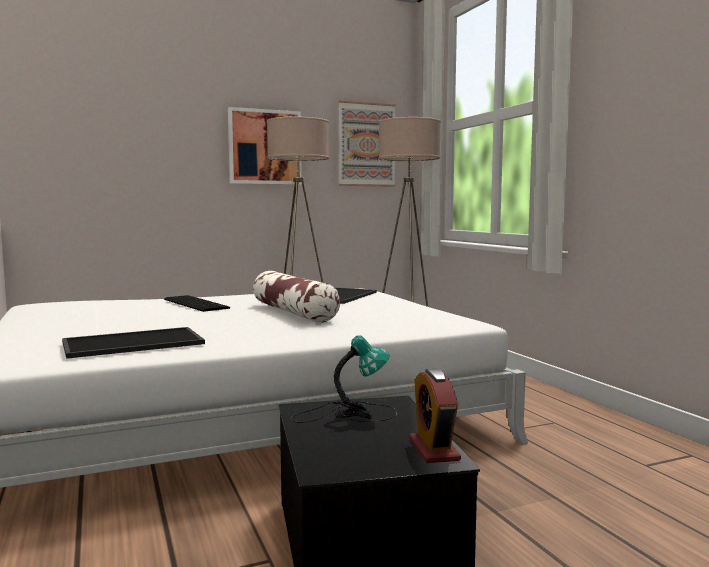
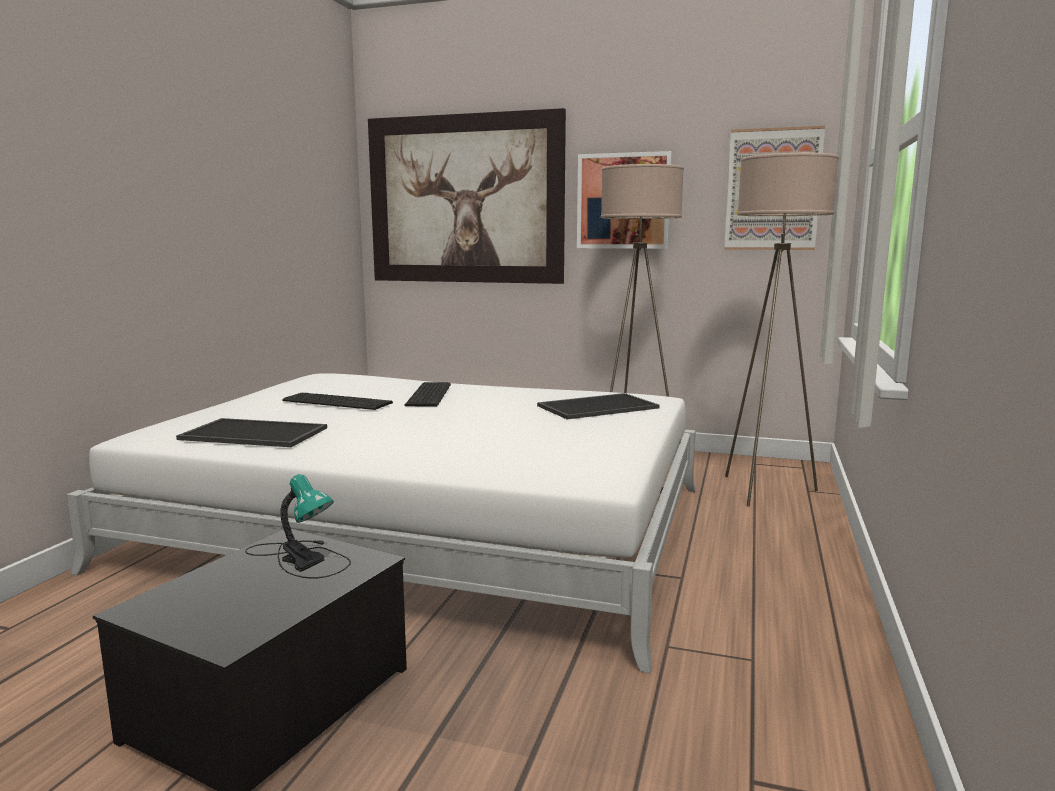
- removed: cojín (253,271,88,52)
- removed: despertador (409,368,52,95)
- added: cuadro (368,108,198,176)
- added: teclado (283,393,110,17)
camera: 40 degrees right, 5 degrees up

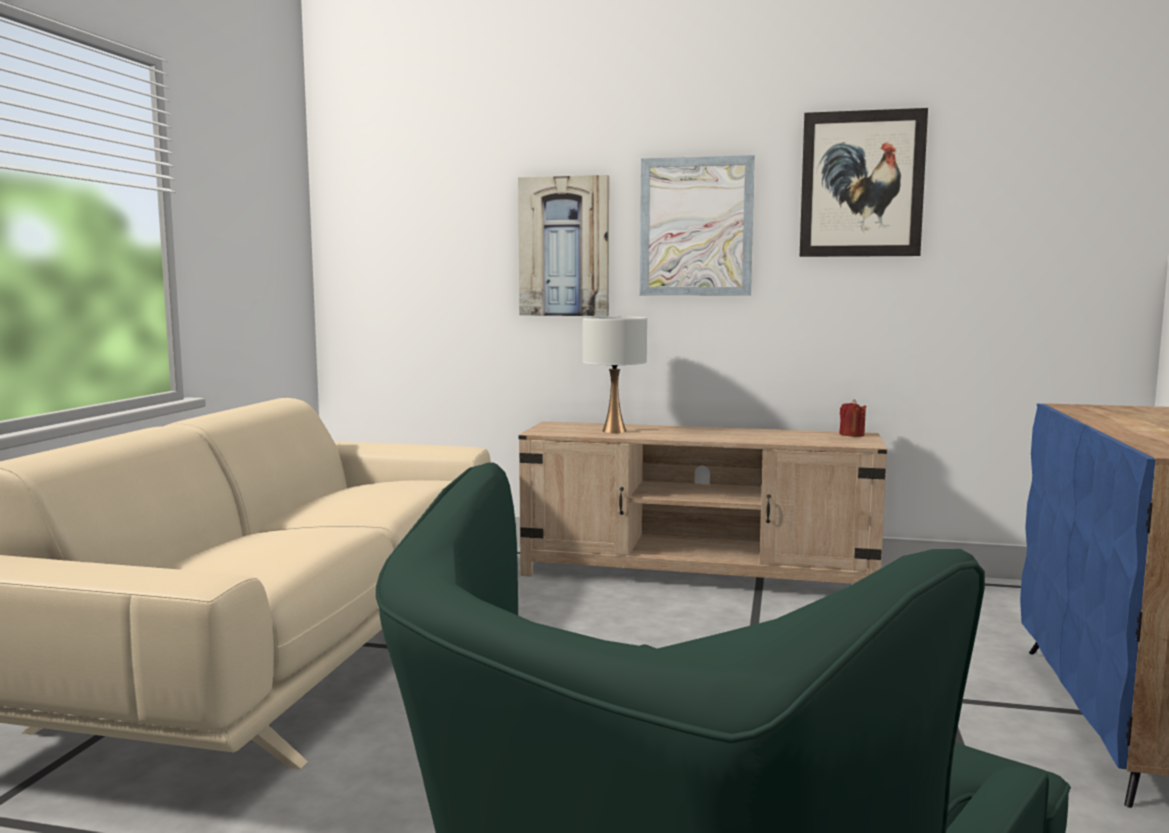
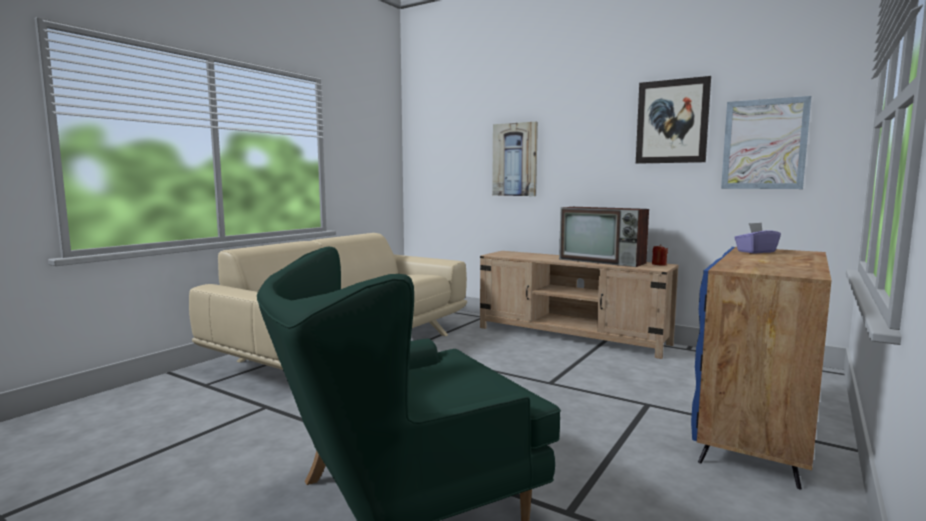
- moved: cuadro (640,155,115,141) to (721,96,90,93)
- removed: lámpara de mesa/blanco (583,316,64,117)
- added: televisor (559,207,90,60)
- added: caja de pañuelos/morado (734,223,47,30)
camera: 20 degrees right, 0 degrees up

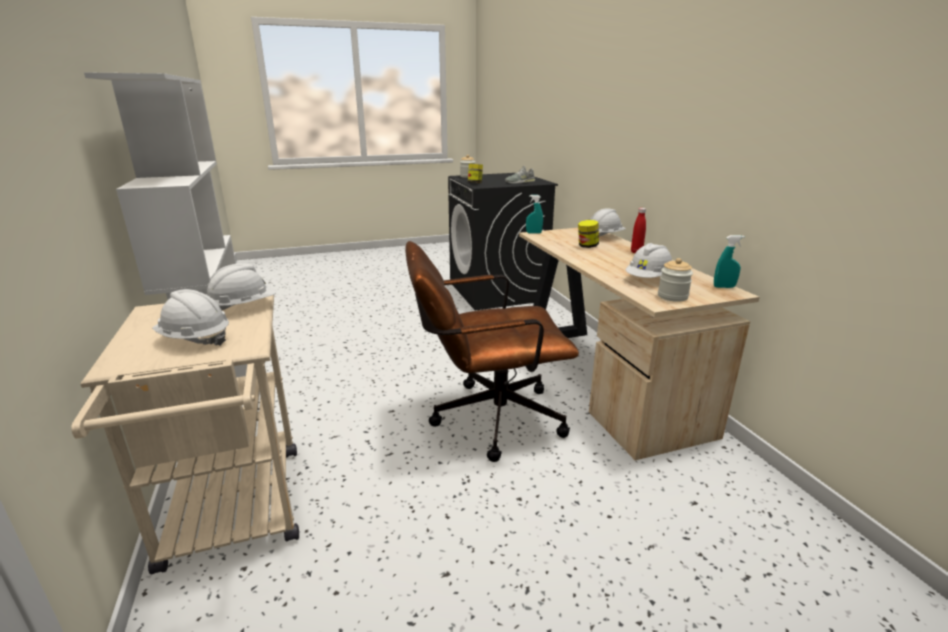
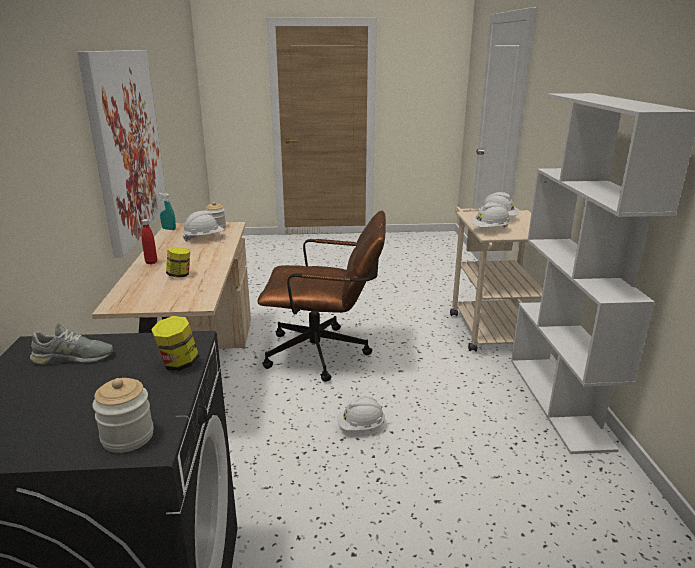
- removed: pulverizador/turquesa (526,195,17,39)
- moved: casco/blanco (591,208,35,28) to (338,396,47,34)
- added: cuadro (77,50,89,208)
camera: 165 degrees left, 0 degrees up

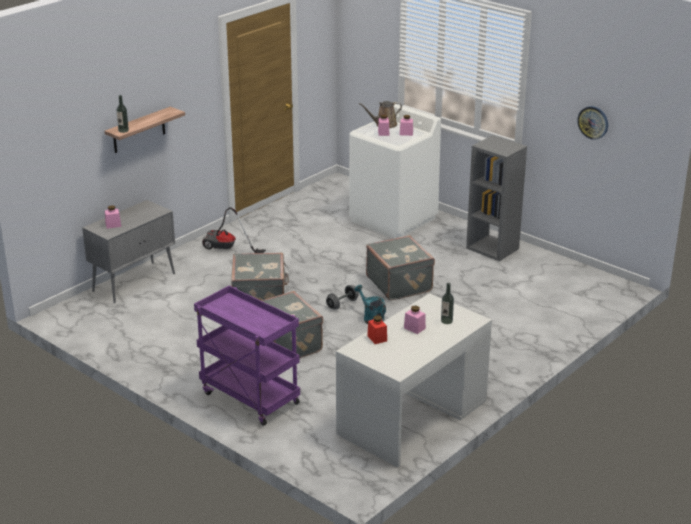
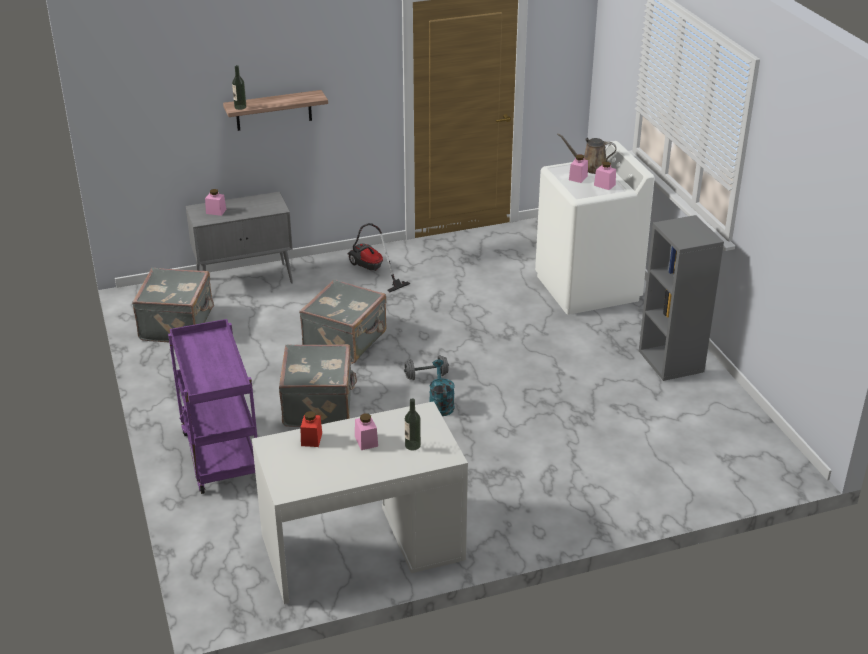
- removed: reloj de pared (577,106,31,34)
- moved: maleta/gris (366,235,69,65) to (132,268,82,74)
camera: 30 degrees right, 5 degrees up

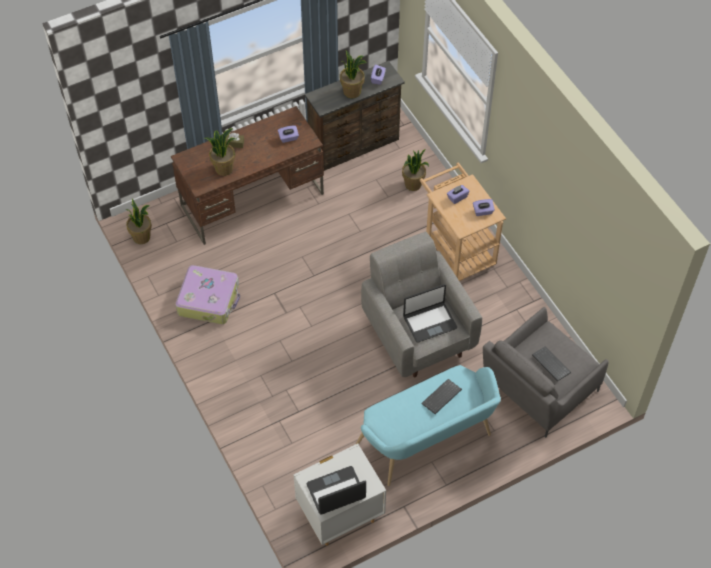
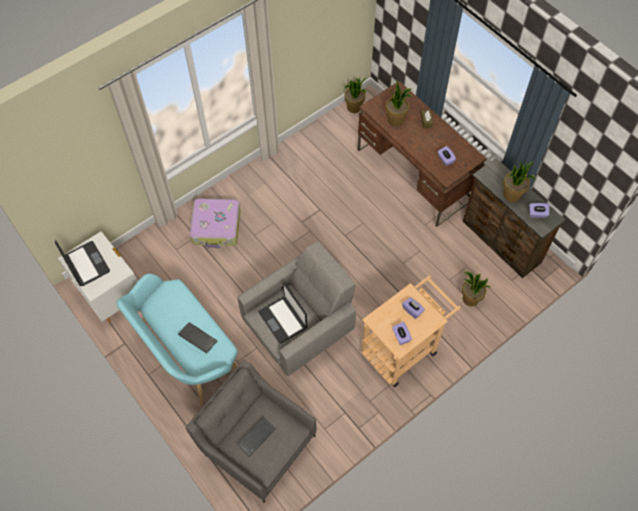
- moved: maleta (175,265,65,59) to (189,198,52,50)
camera: 80 degrees right, 5 degrees up

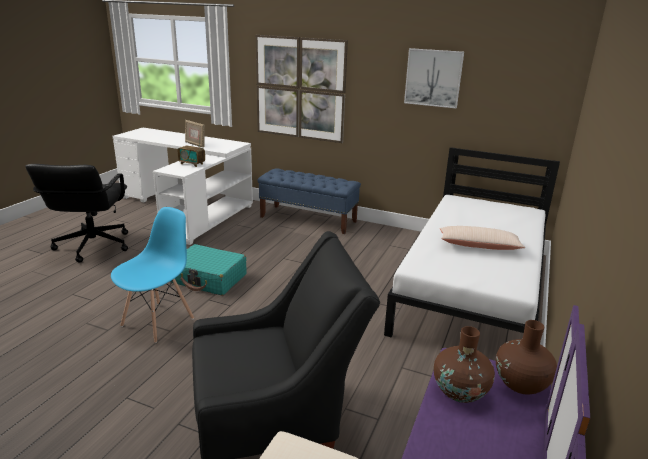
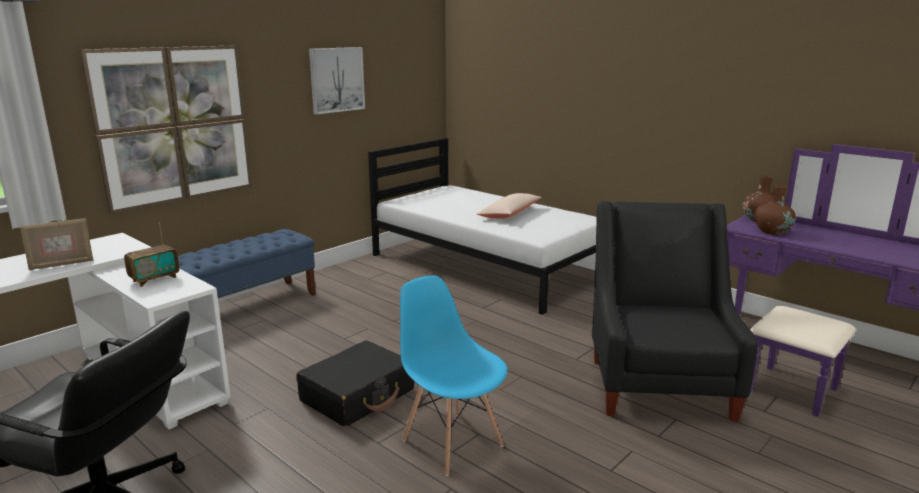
- recoloured: maleta/turquesa (170,244,77,51) to maleta/negro (296,340,118,87)
camera: 70 degrees left, 5 degrees down

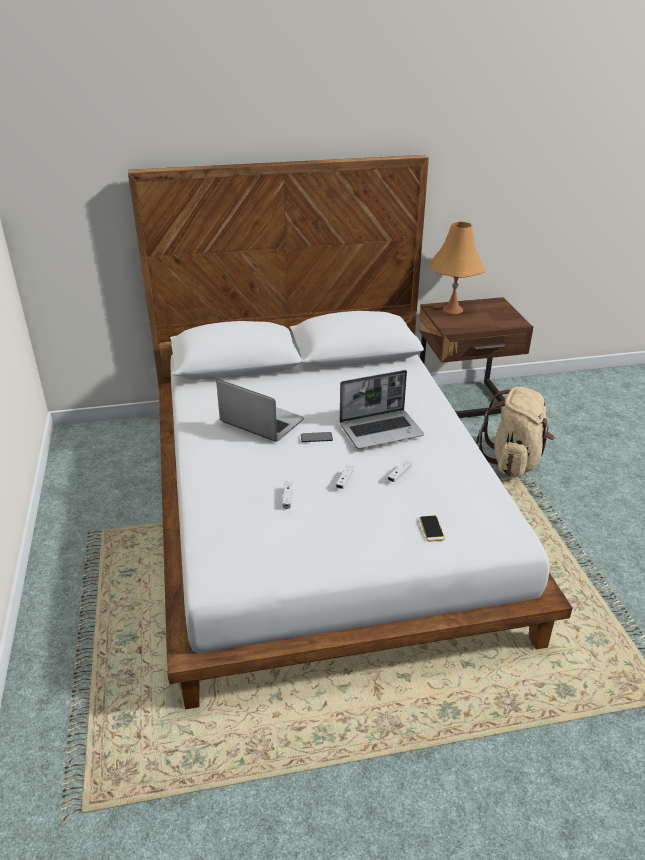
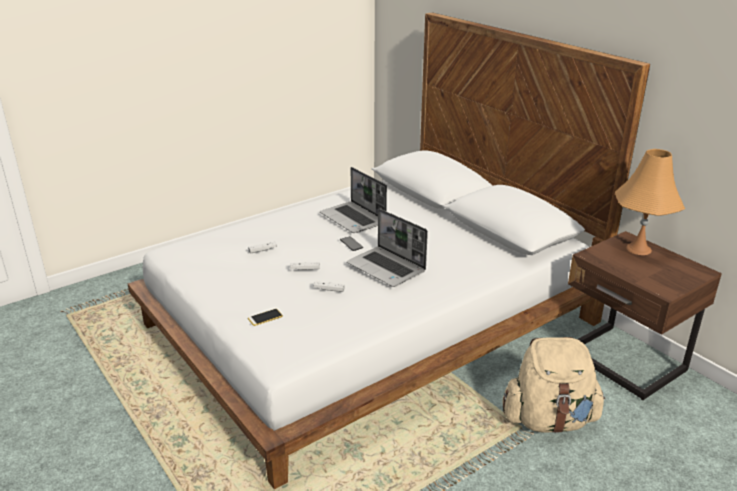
- turned: portátil (216,379,88,63) = (320,167,67,66) 135 degrees clockwise
camera: 65 degrees right, 5 degrees down

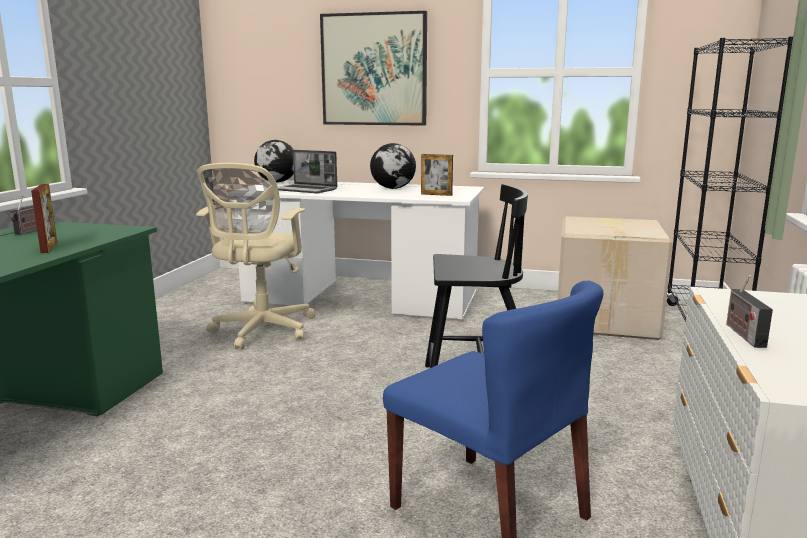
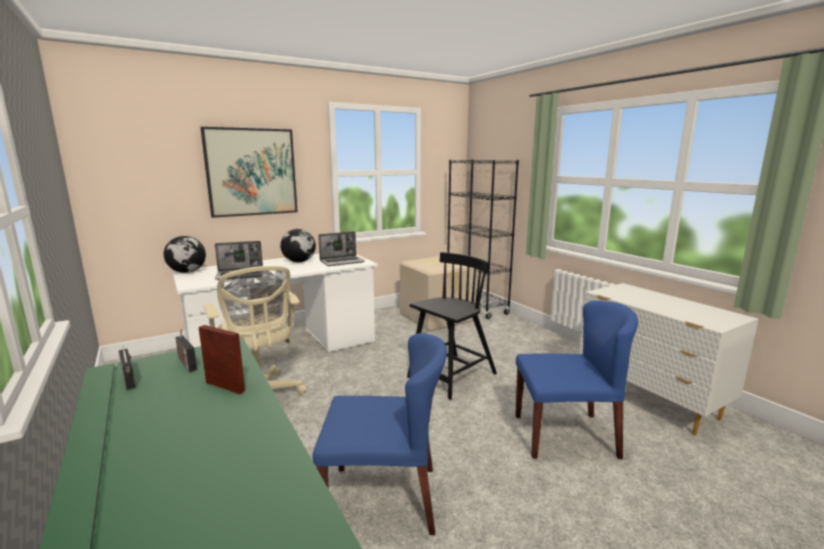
- replaced: portarretratos (421,154,32,42) to portátil (318,231,47,35)
- moved: radio (726,275,47,73) to (175,328,22,44)
- added: silla/azul (313,333,134,202)
camera: 45 degrees left, 0 degrees up

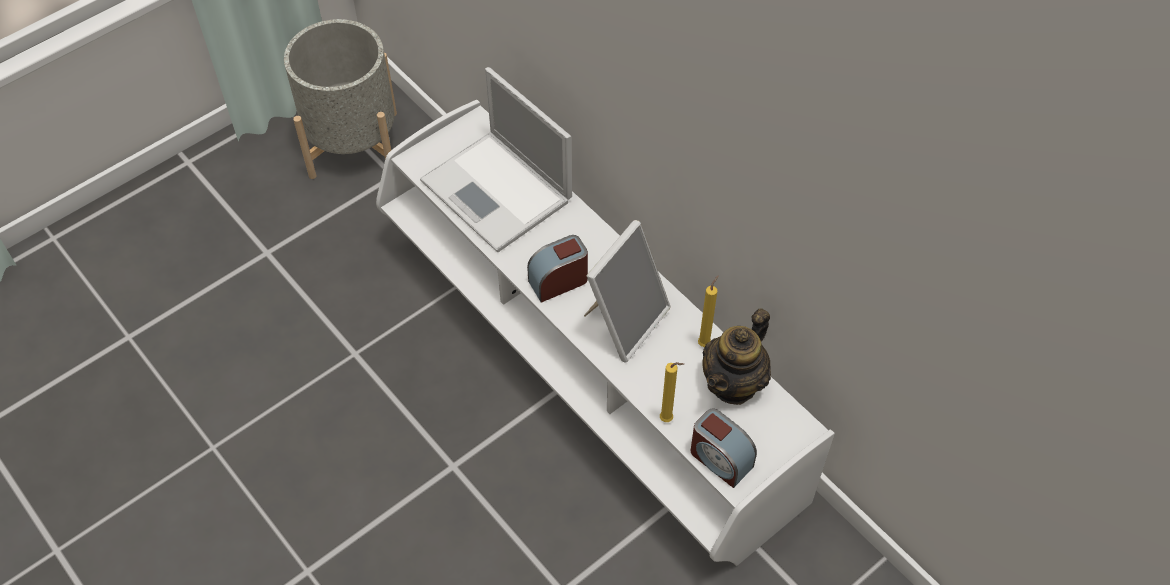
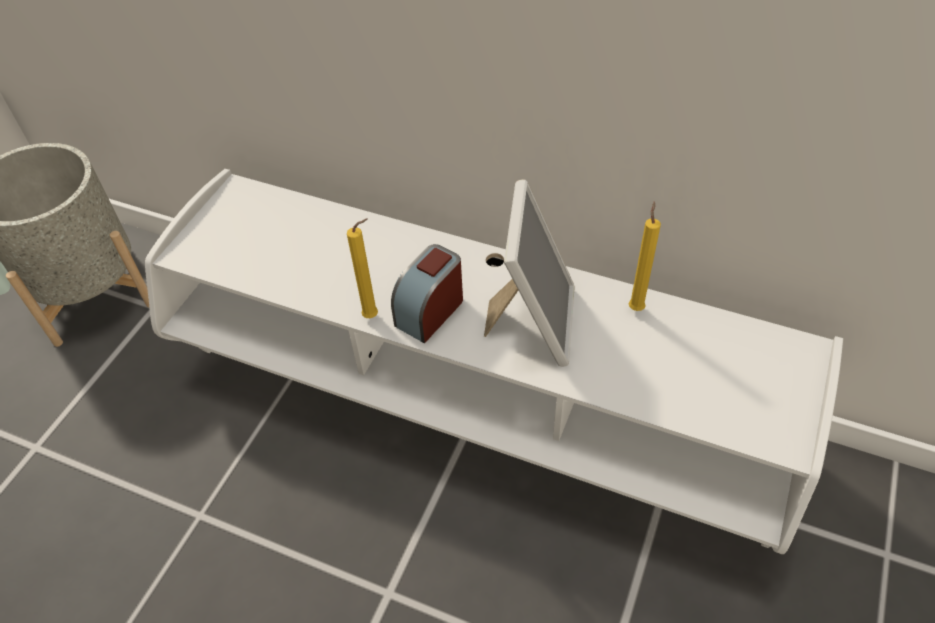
- removed: portátil (420,67,152,185)
- removed: tetera (703,308,68,97)
- moved: vela/amarillo (660,362,24,60) to (347,218,31,100)
- removed: despertador (691,408,66,80)
camera: 25 degrees left, 5 degrees down

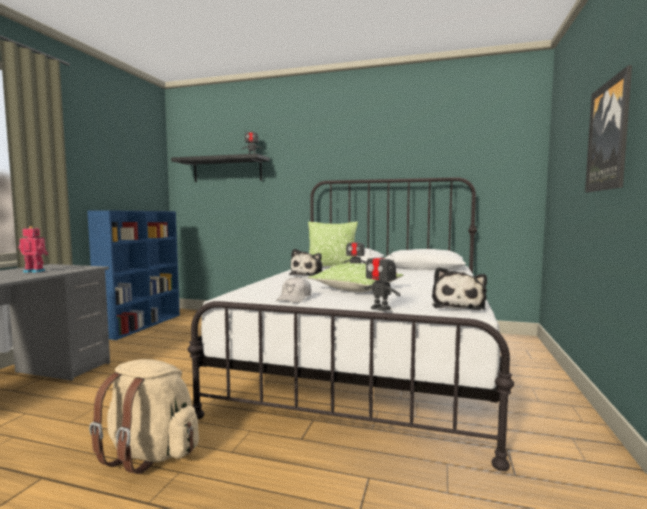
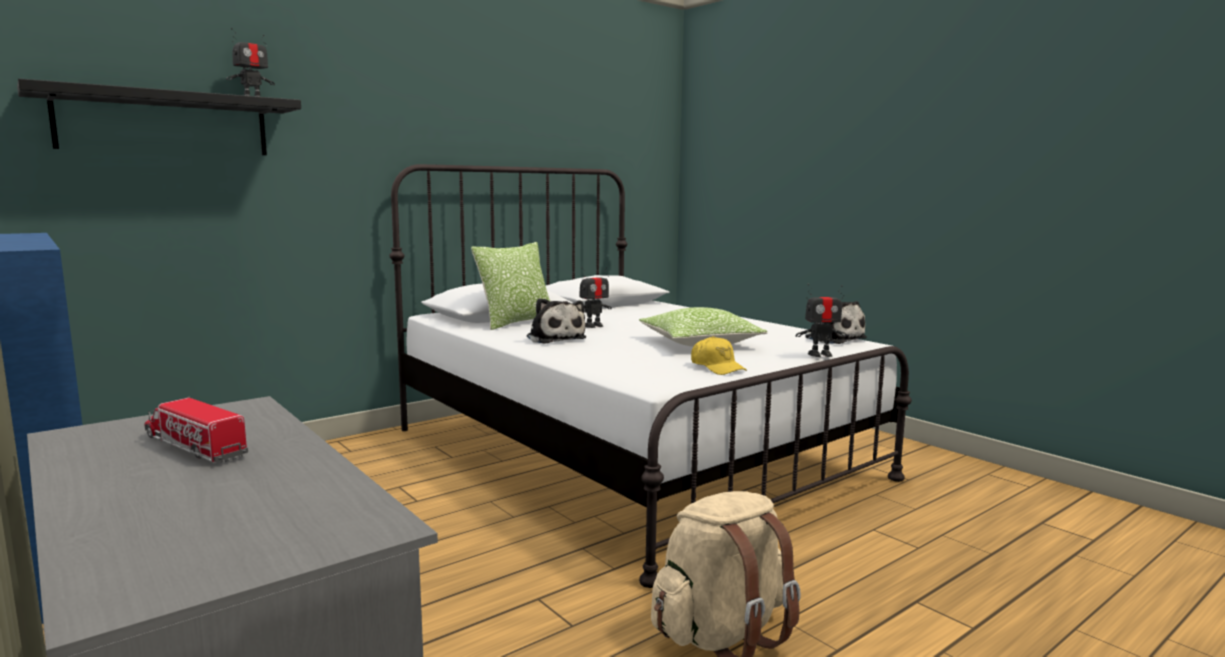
- removed: cuadro (585,65,47,127)
- replaced: robot de juguete (18,226,30,47) to camión de juguete (145,396,103,66)
- recoloured: gorra/blanco (276,276,35,27) to gorra/amarillo (691,336,56,39)
camera: 55 degrees left, 5 degrees up

